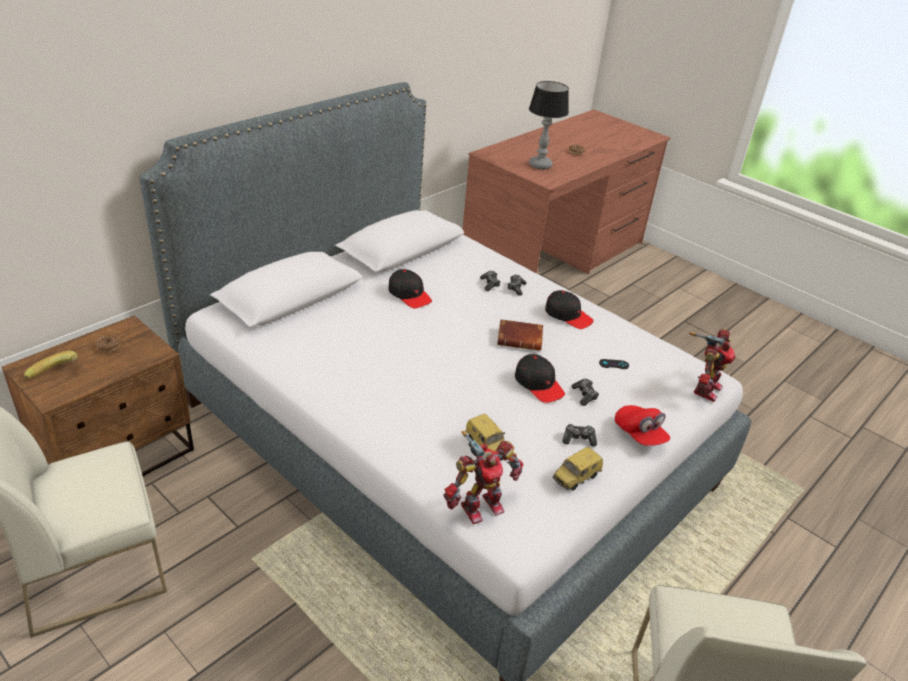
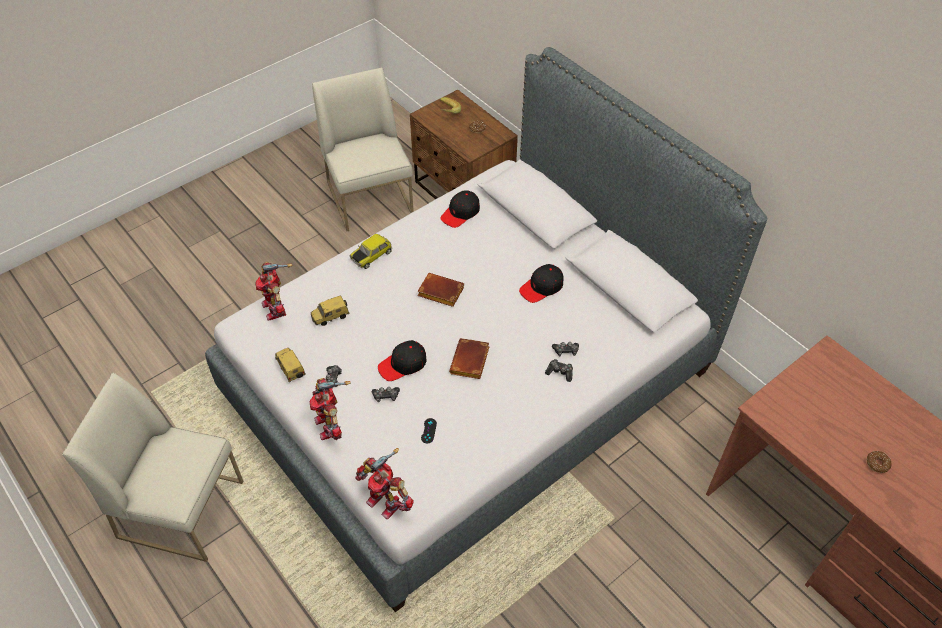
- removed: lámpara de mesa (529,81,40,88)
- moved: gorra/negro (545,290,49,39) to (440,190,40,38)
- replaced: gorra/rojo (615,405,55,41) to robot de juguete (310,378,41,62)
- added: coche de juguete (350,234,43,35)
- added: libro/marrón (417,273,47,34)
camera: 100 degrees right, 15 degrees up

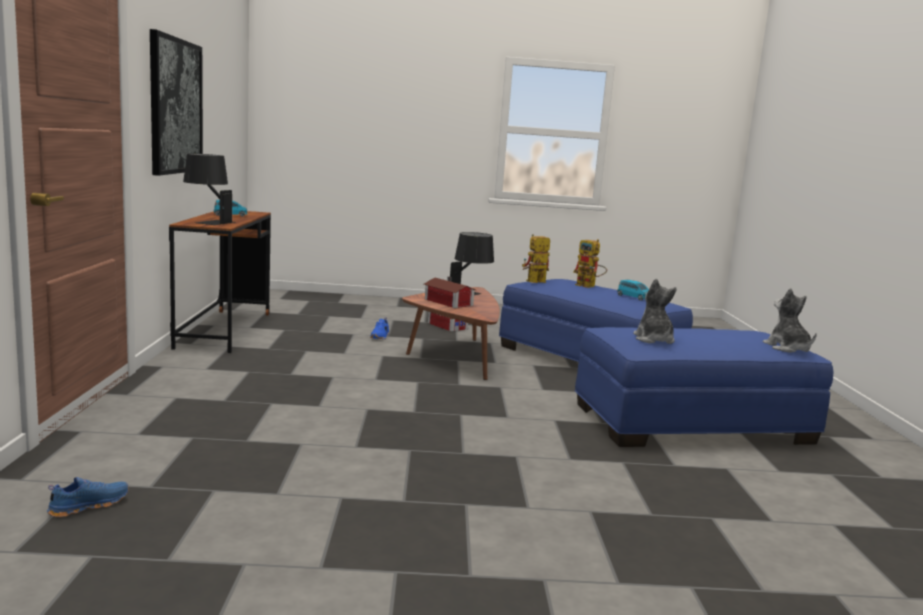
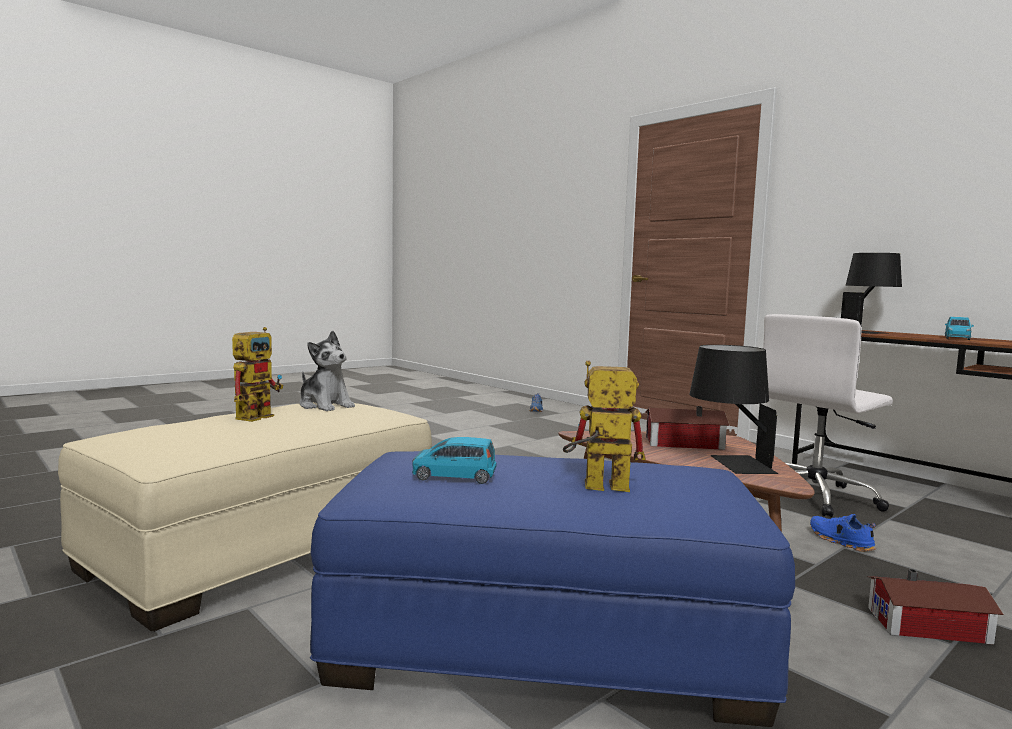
- removed: cuadro (150,29,53,147)
- moved: robot de juguete (522,234,28,49) to (232,327,51,95)
- removed: peluche (763,288,54,65)
- recoloured: puf/azul (574,327,260,120) to puf/beis (58,402,374,229)
- added: silla de oficina/blanco (763,314,130,203)
camera: 140 degrees right, 5 degrees down

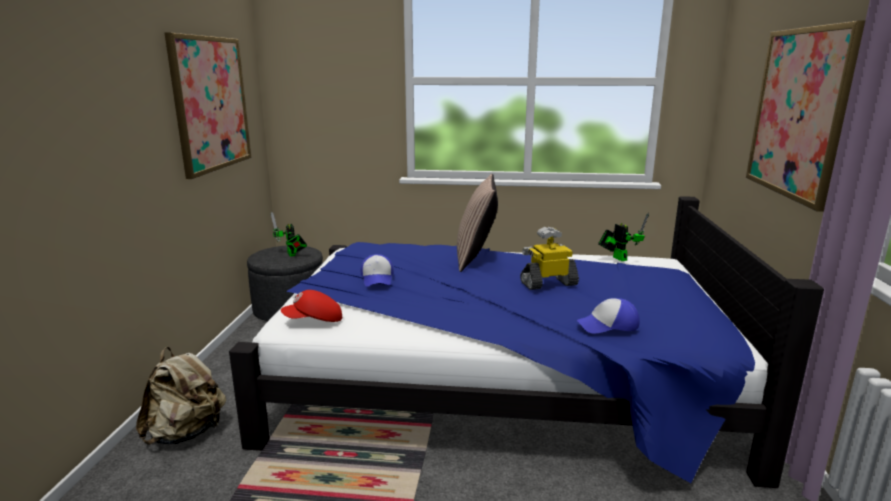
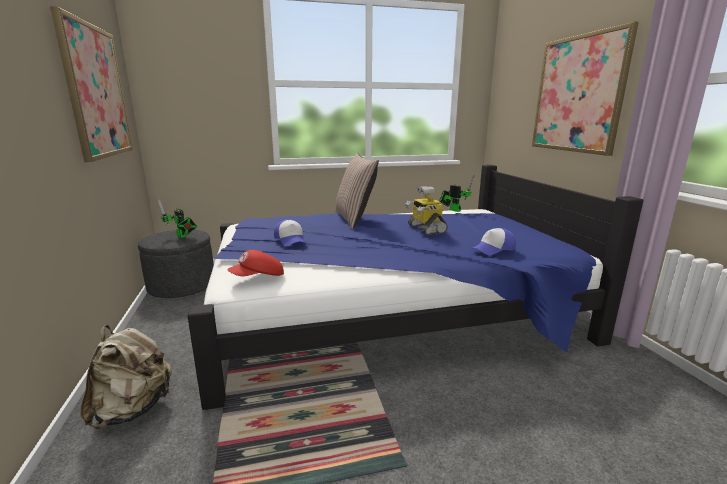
- turned: robot de juguete (520,227,59,63) = (405,186,43,49) 75 degrees counterclockwise
camera: 20 degrees left, 0 degrees up

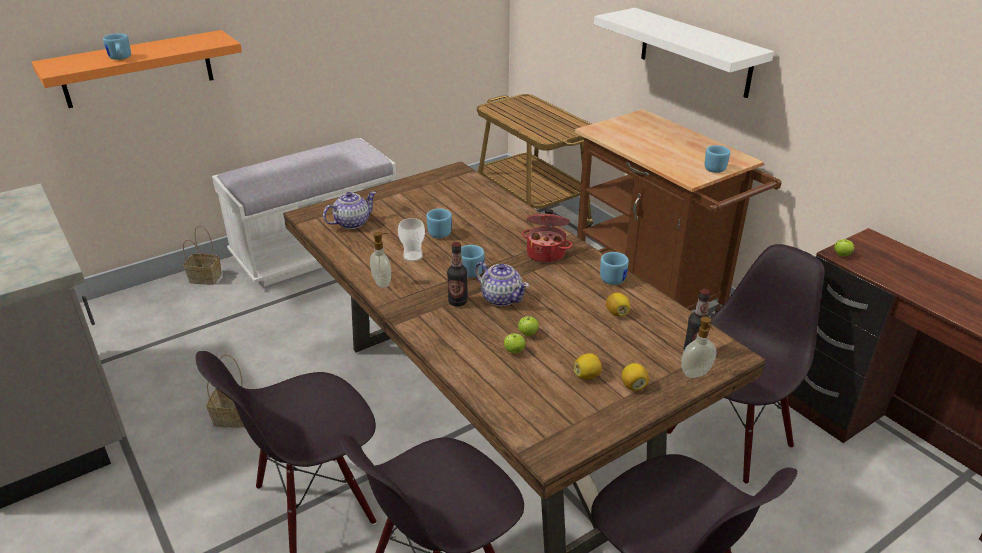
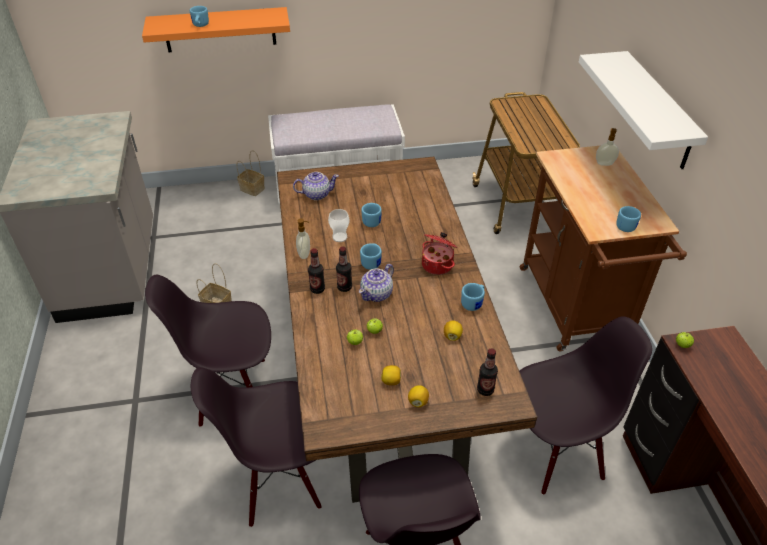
- turned: tetera (475,262,54,44) = (359,264,35,38) 60 degrees clockwise
- moved: dispensador de jabón (681,316,35,62) to (596,128,23,38)
- added: botella (308,248,17,46)
camera: 25 degrees right, 10 degrees up

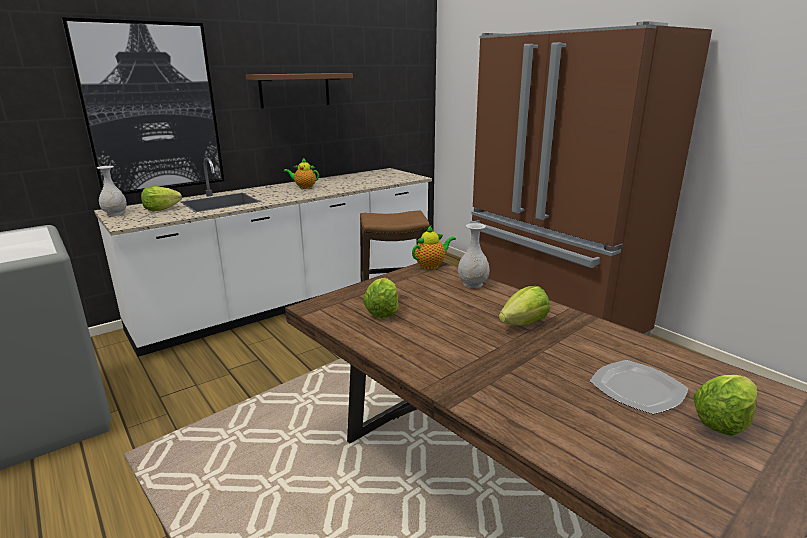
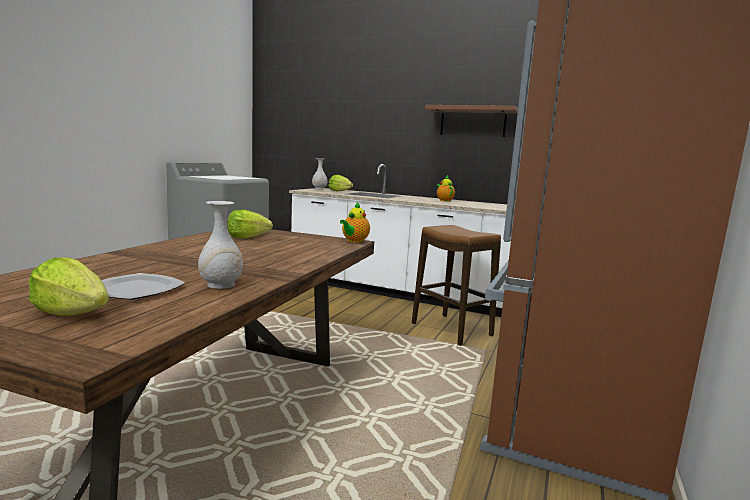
- removed: cuadro (61,17,163,177)
- moved: florero/blanco (458,223,32,65) to (198,201,45,88)
- turned: tetera (412,226,44,43) = (340,202,30,41) 90 degrees clockwise
- removed: lechuga (499,286,51,40)
camera: 60 degrees right, 10 degrees down

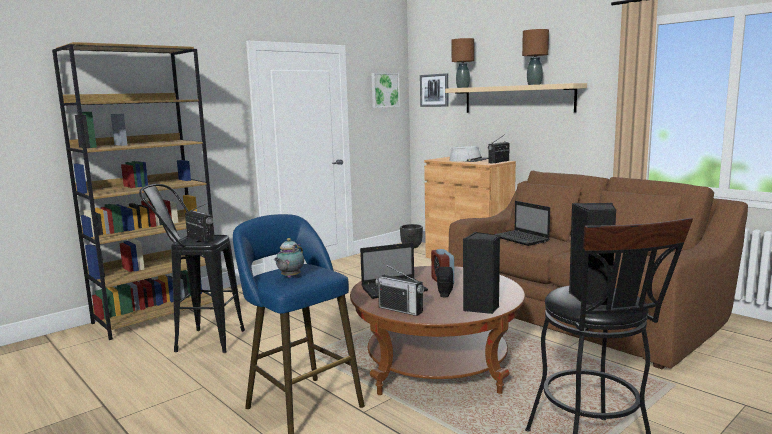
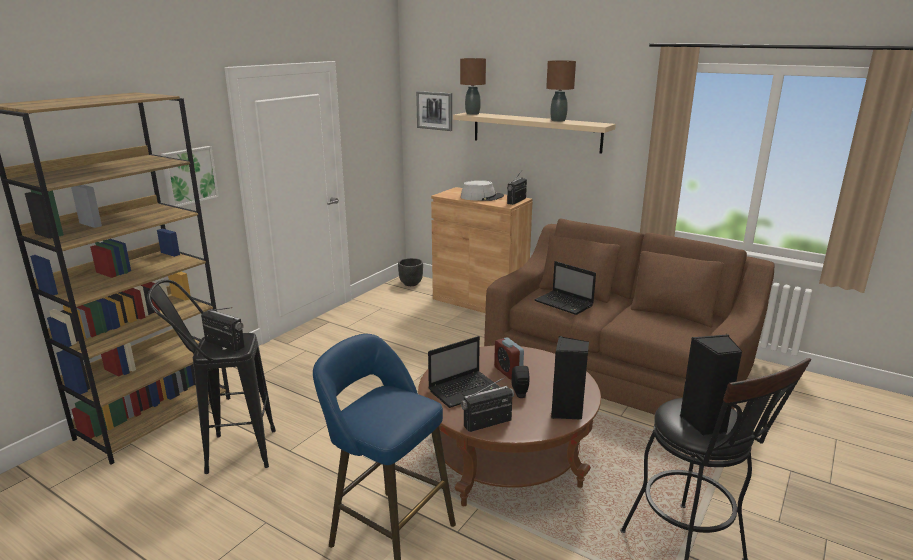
- moved: cuadro (372,73,28,35) to (161,146,58,61)
- removed: tetera (274,238,30,40)
- turned: radio (376,263,48,53) = (461,377,53,55) 135 degrees clockwise
camera: 15 degrees left, 10 degrees up

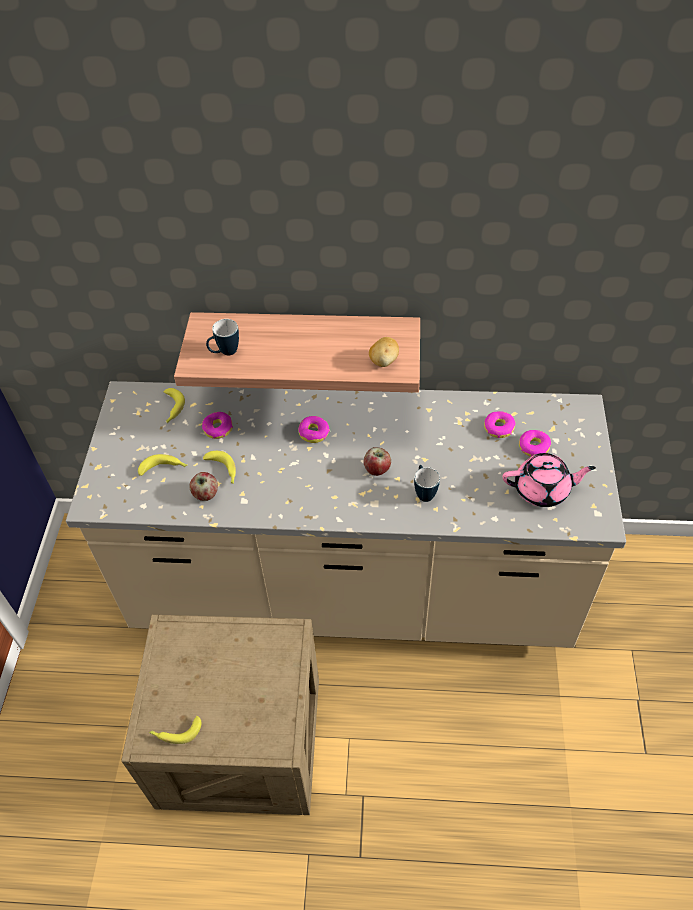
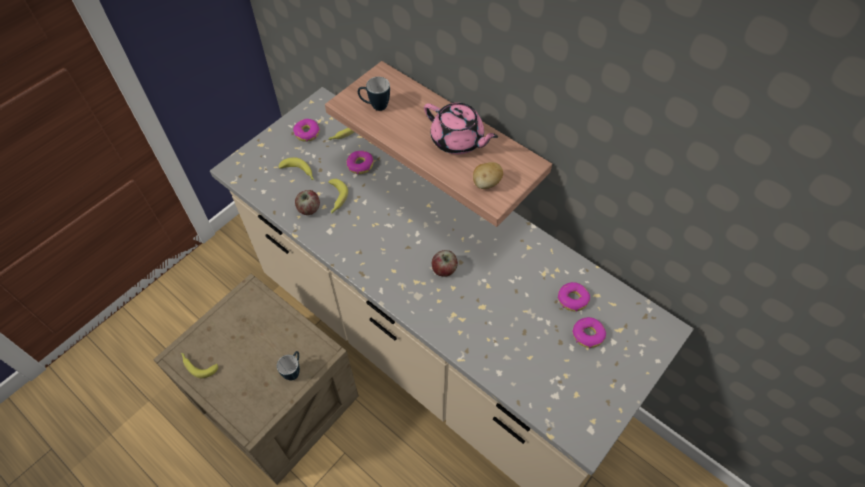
- moved: rosquilla (298,416,32,27) to (293,119,27,23)
- moved: tetera/rosa (503,453,93,54) to (424,103,74,51)
- moved: taza grande (414,465,26,37) to (277,351,23,30)
camera: 35 degrees right, 5 degrees up

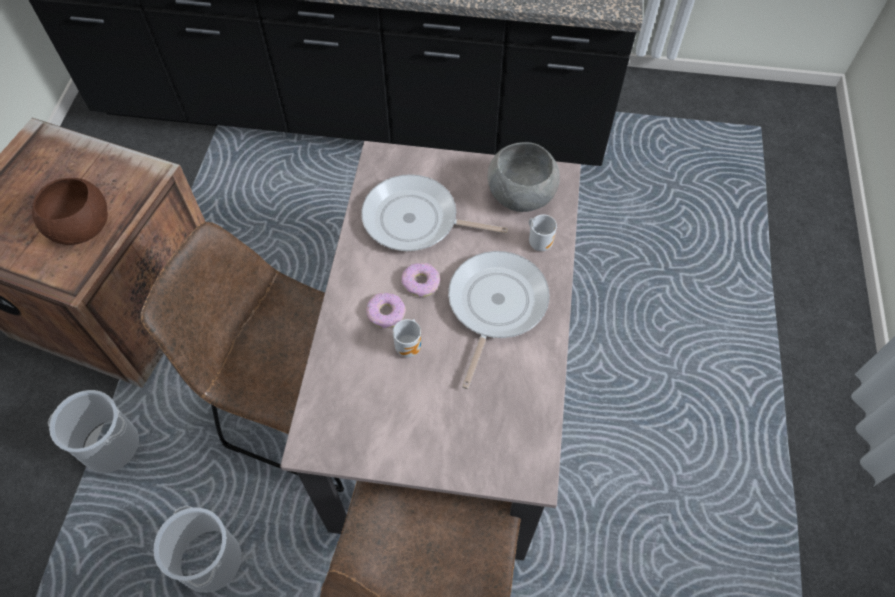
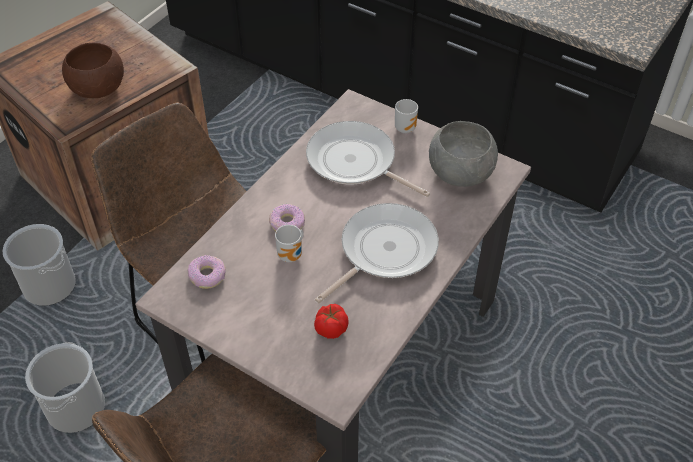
- moved: taza grande (529,214,28,37) to (395,99,23,34)
- moved: rosquilla (401,263,39,34) to (188,255,38,34)
- added: tomate (314,304,34,35)
camera: 25 degrees right, 10 degrees down

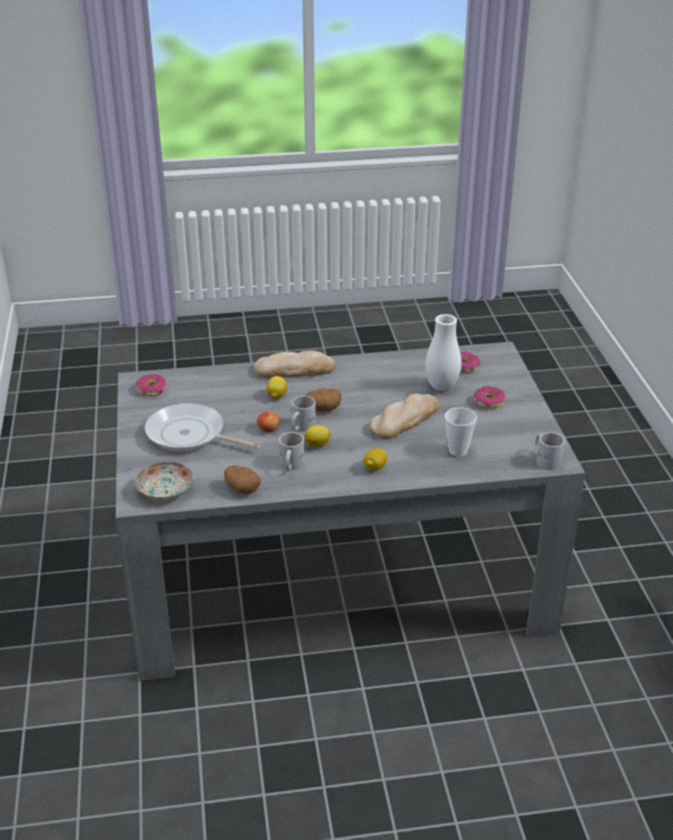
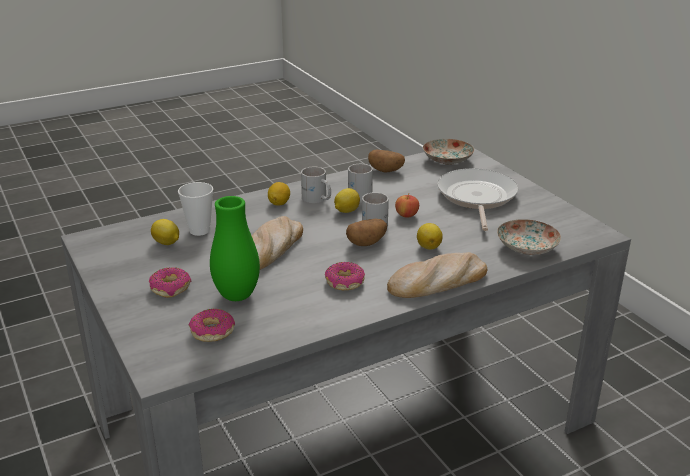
- recoloured: florero/blanco (425,314,37,77) to florero/verde (210,196,50,105)
- moved: rosquilla (136,374,30,22) to (325,262,40,28)
- turned: sartén (144,403,116,48) = (437,168,82,63) 90 degrees counterclockwise
- moved: taza grande/blanco (535,432,30,38) to (301,167,30,36)
- added: limón (151,219,28,26)
- added: plato (497,219,64,36)
camera: 160 degrees right, 5 degrees down

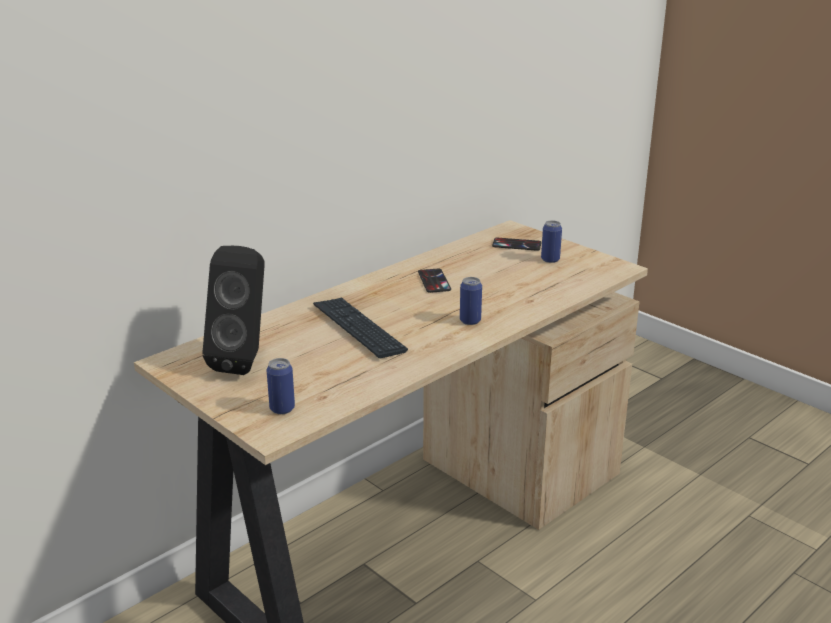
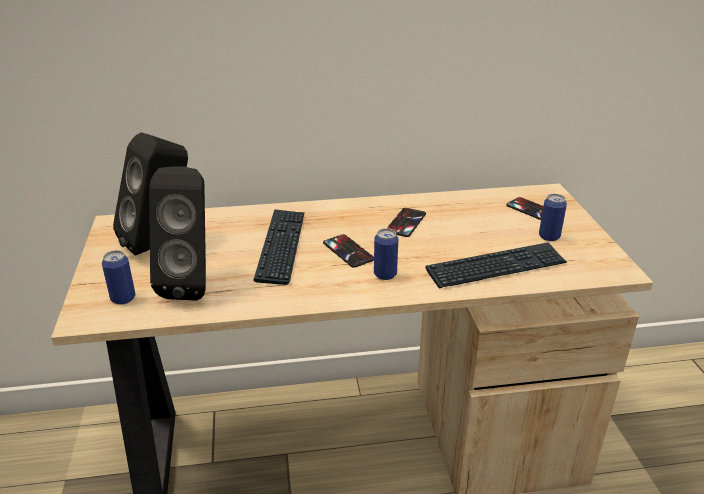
- added: altavoz/negro (149,166,57,135)
- added: móvil (323,234,51,34)
- added: teclado (426,242,141,46)
camera: 35 degrees right, 5 degrees up

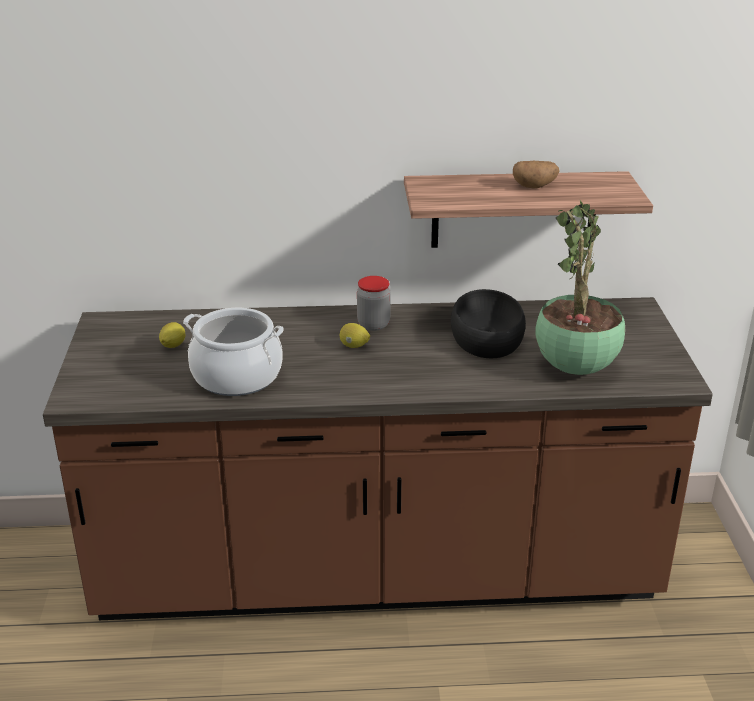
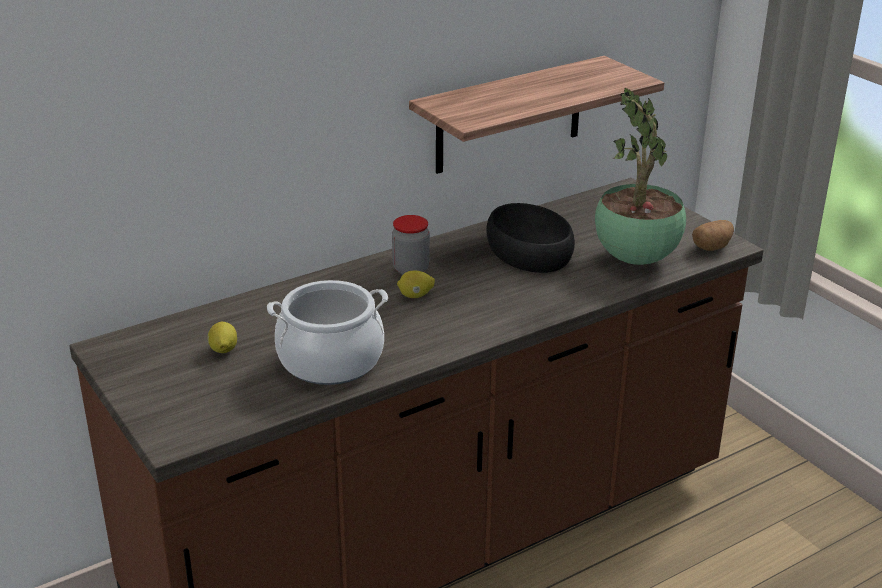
- moved: patata (513,161,47,27) to (692,220,42,31)
camera: 30 degrees left, 0 degrees up

